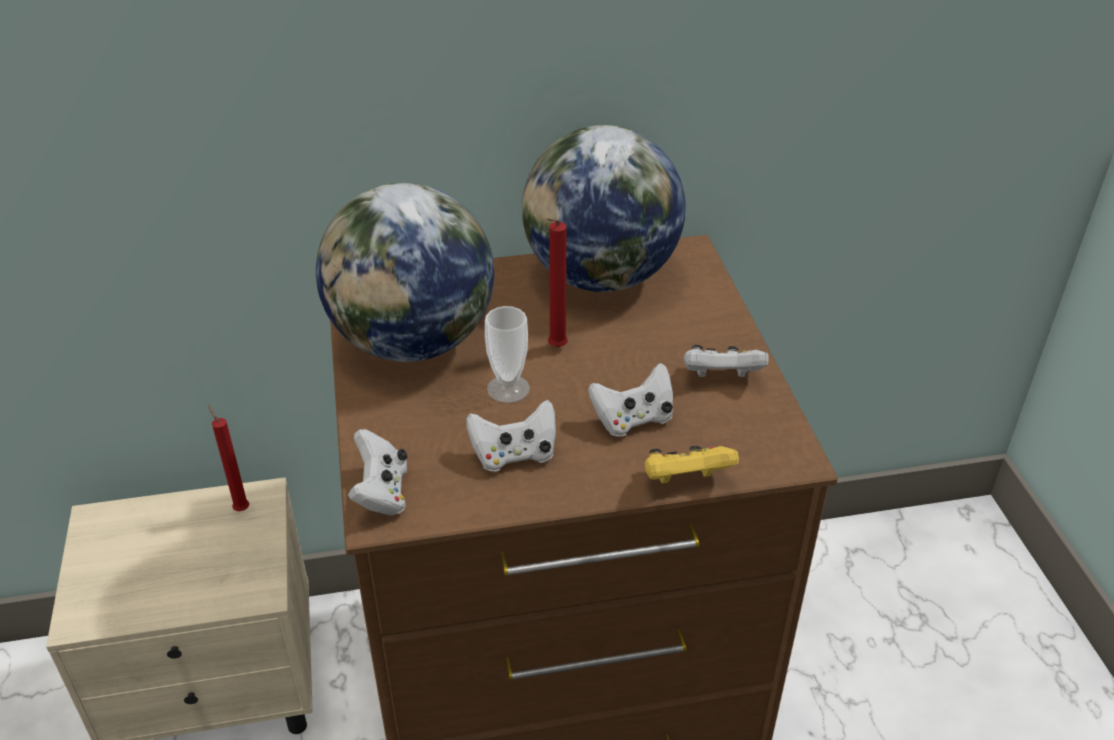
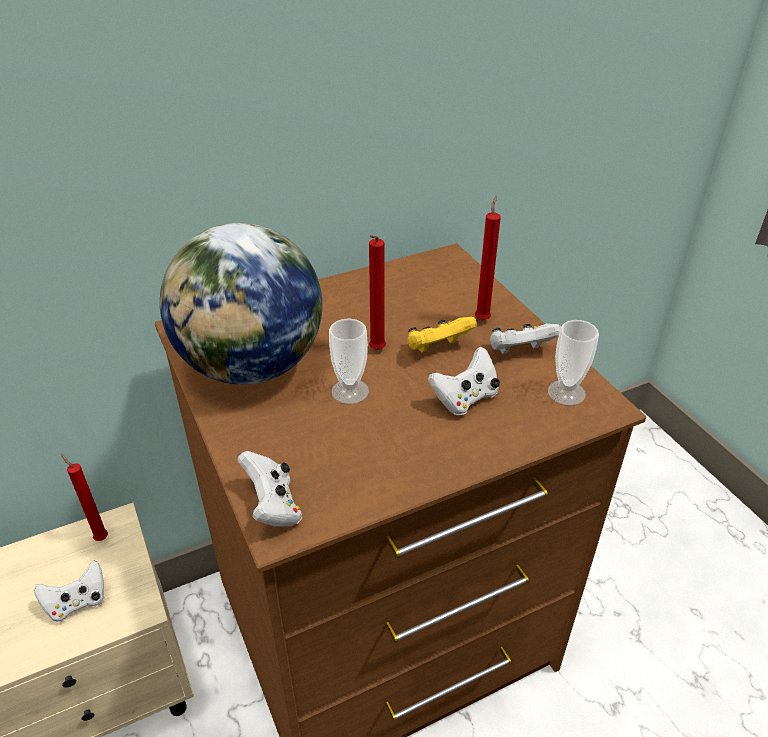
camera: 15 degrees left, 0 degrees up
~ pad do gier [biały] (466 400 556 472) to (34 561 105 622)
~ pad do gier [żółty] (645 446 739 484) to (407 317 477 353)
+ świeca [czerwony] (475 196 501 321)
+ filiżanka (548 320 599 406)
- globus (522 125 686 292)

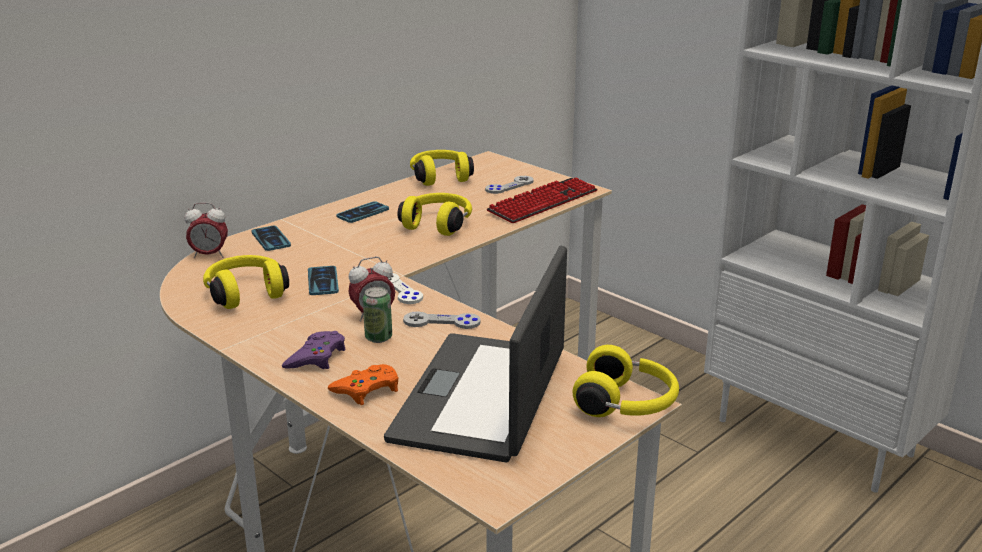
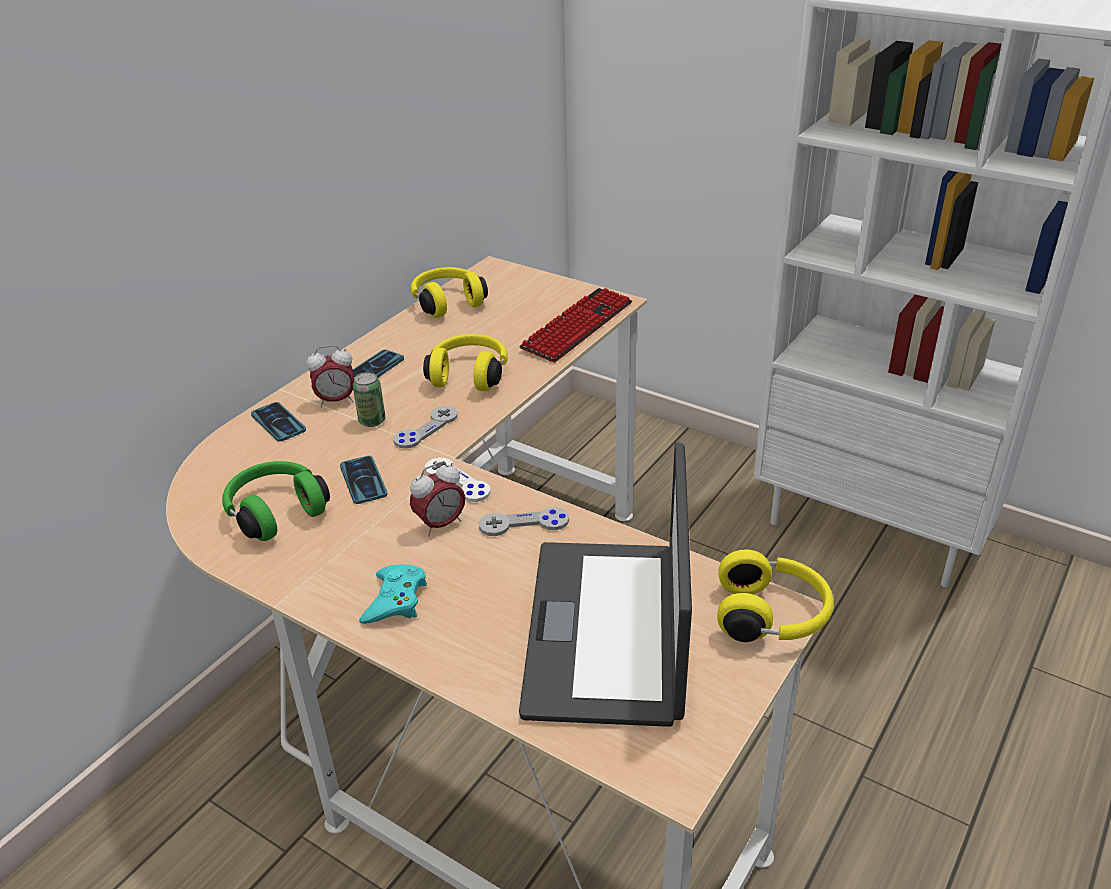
camera: 10 degrees left, 10 degrees up
~ słuchawki [żółty] (203 255 289 309) to słuchawki [zielony] (222 461 330 541)
~ budzik (185 203 228 258) to (306 345 354 407)
~ puszka (363 287 392 343) to (353 372 385 427)
~ pad do gier [fioletowy] (282 331 346 370) to pad do gier [turkusowy] (359 564 427 624)
~ pad do gier [szary] (485 176 534 194) to (393 406 458 449)
- pad do gier [pomarańczowy] (327 364 398 405)

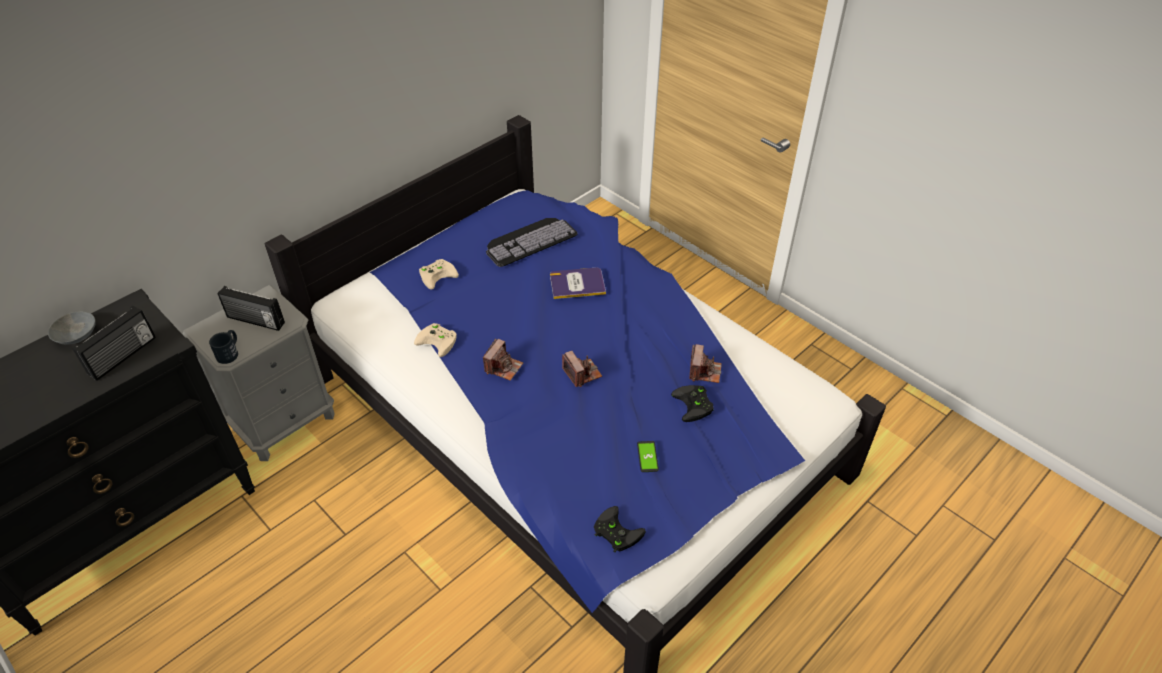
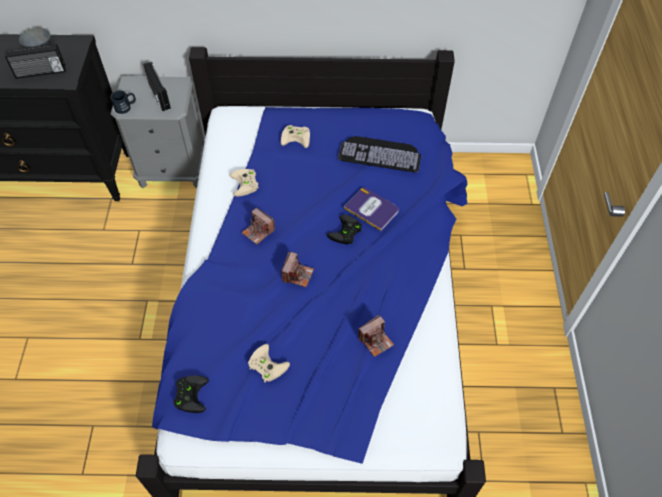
camera: 45 degrees right, 10 degrees up
~ aparat fotograficzny (483 338 523 381) = (242 208 275 245) 60 degrees clockwise
~ telefon (637 441 659 472) to pad do gier [beżowy] (248 344 290 382)
~ pad do gier [czarny] (671 385 714 422) to (327 215 362 245)

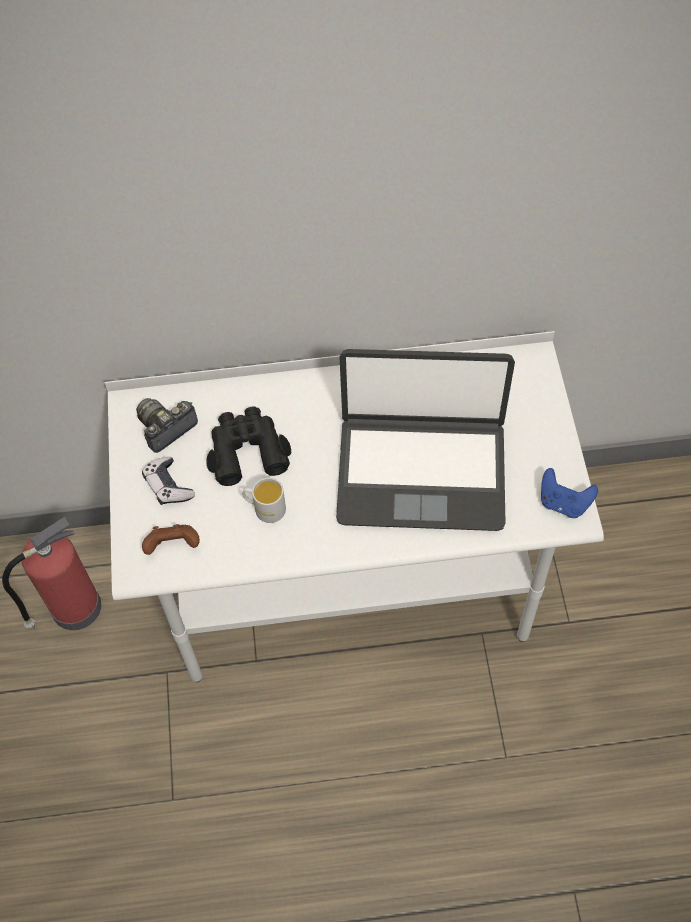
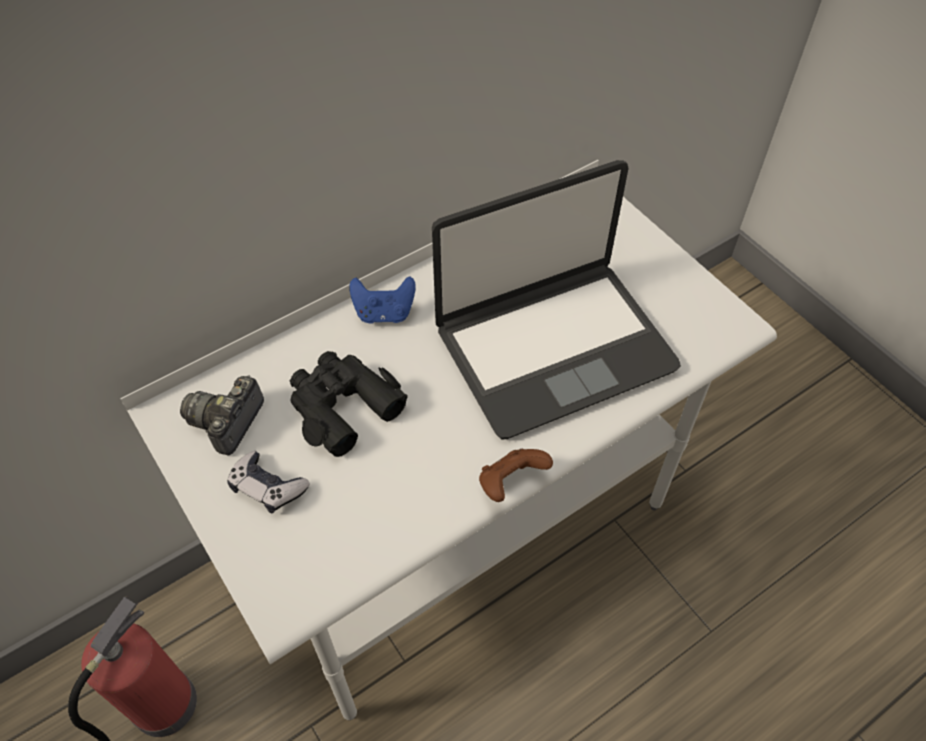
camera: 30 degrees left, 5 degrees down
~ pad do gier [niebieski] (541 468 598 518) to (349 276 416 324)
~ pad do gier [brązowy] (142 524 200 555) to (479 449 553 502)
- kubek [biały] (242 478 286 523)

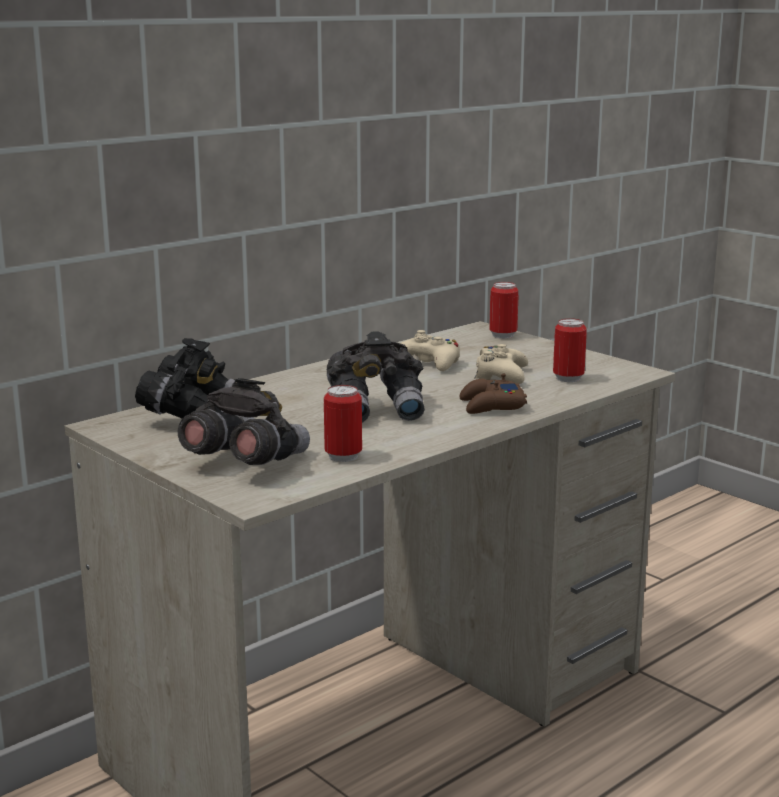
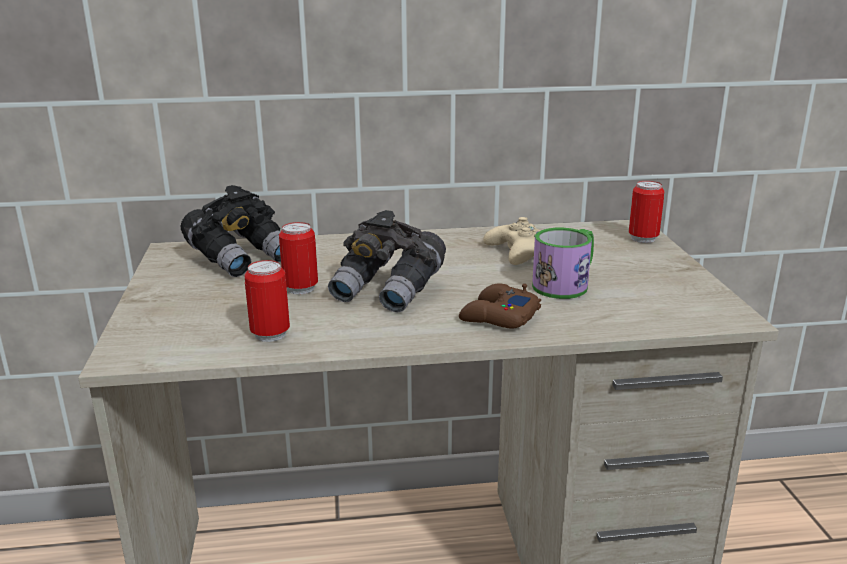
camera: 35 degrees right, 5 degrees up
~ puszka (553 318 587 382) to (279 222 318 294)
~ pad do gier [beżowy] (474 344 528 384) to kubek (532 228 594 299)
- lornetka [szary] (178 378 310 465)

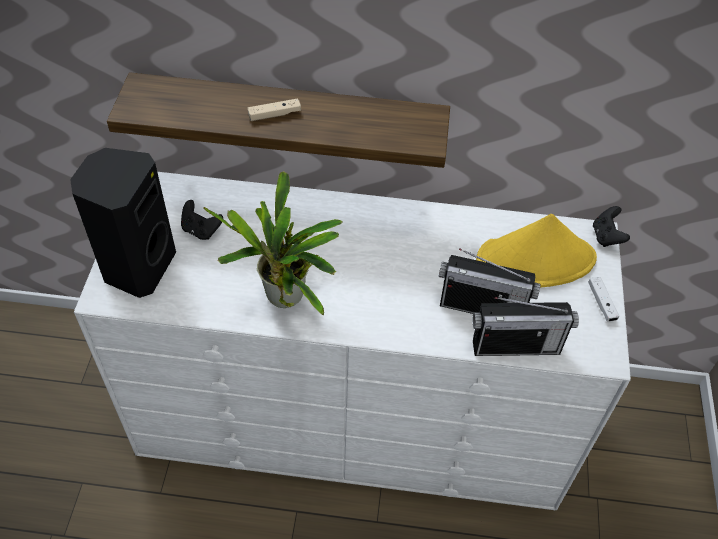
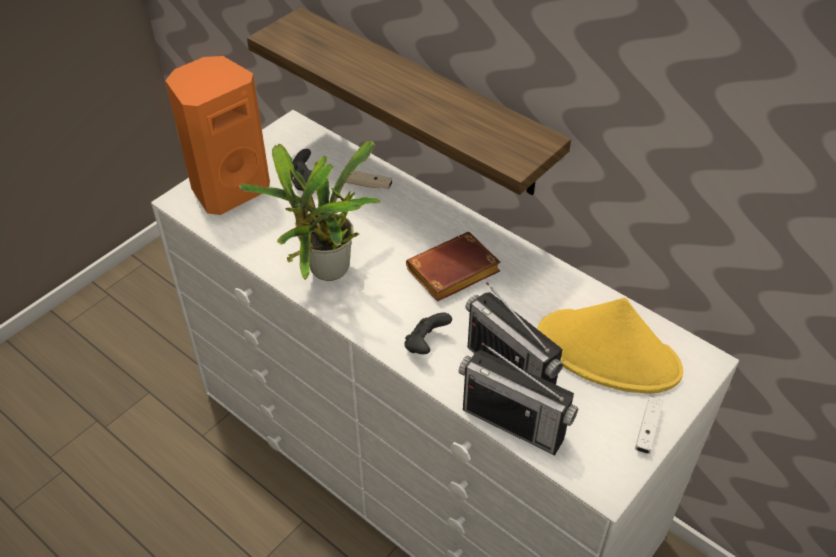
camera: 35 degrees right, 5 degrees down
~ głośnik [czarny] (70 148 176 298) to głośnik [pomarańczowy] (165 56 270 215)
~ pad do gier [beżowy] (247 98 301 121) to (345 170 392 189)
~ pad do gier [czarny] (593 206 630 247) to (404 313 452 354)
+ książka [brązowy] (406 232 501 302)

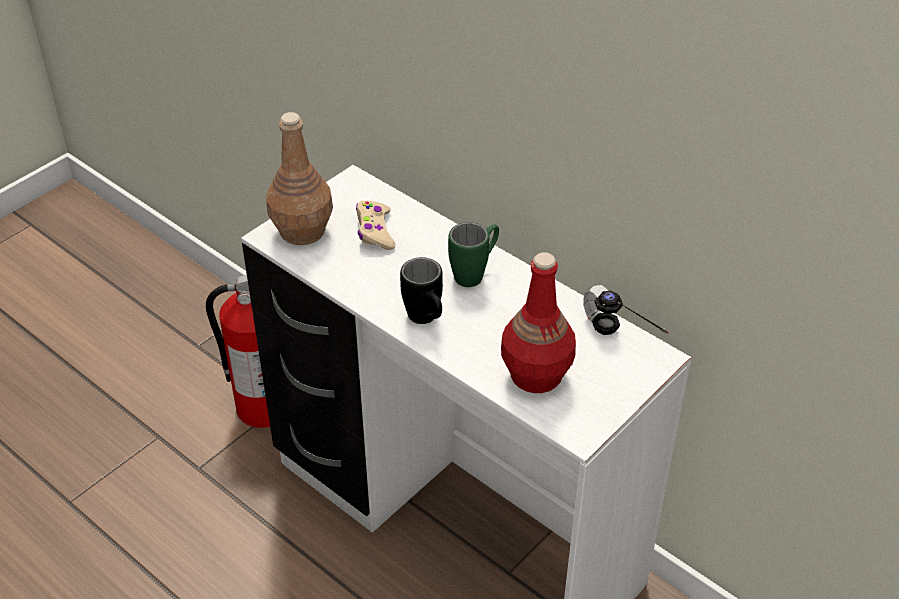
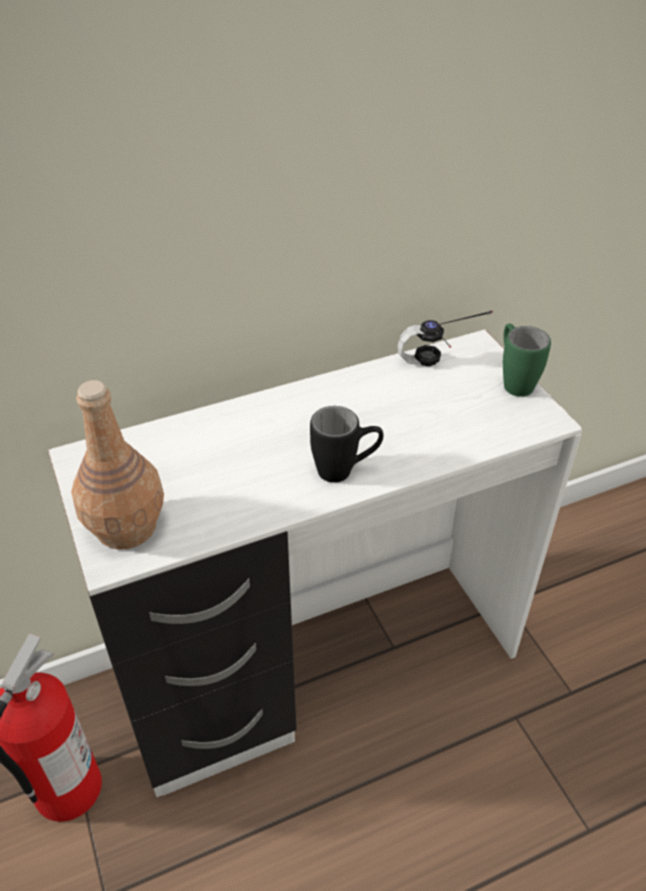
camera: 65 degrees left, 0 degrees up
~ kubek [zielony] (448 222 499 287) to (503 324 551 397)
- pad do gier [beżowy] (356 201 396 250)
- butelka [czerwony] (501 252 576 393)

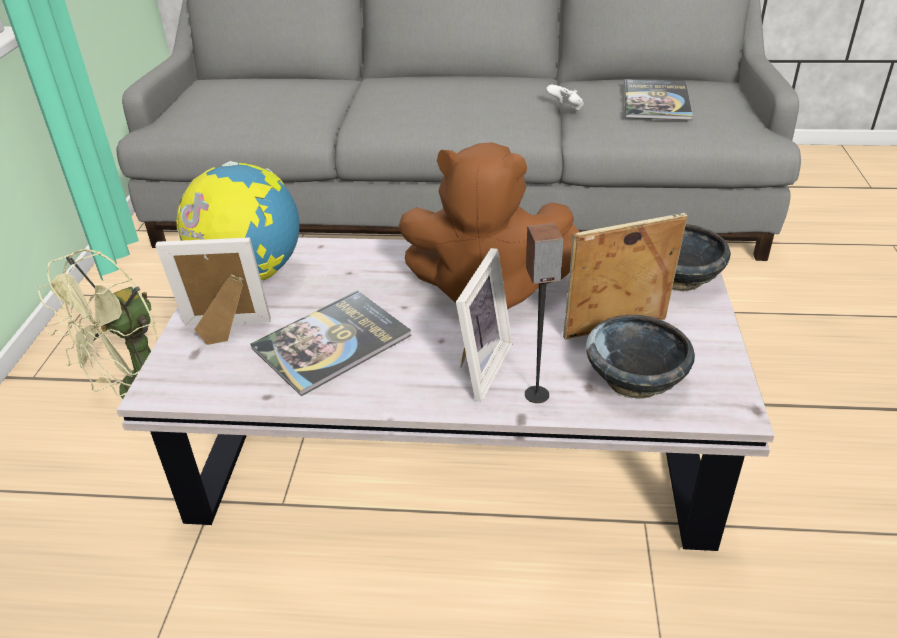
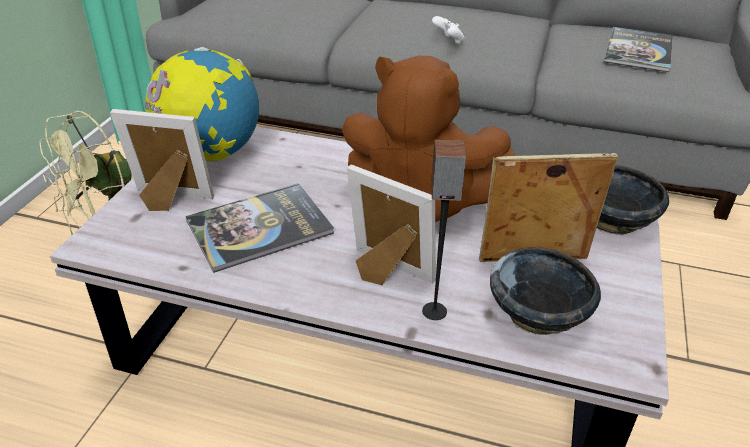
camera: 10 degrees right, 0 degrees up
~ ramka na zdjęcie (456 248 513 401) = (347 165 436 285) 90 degrees counterclockwise
~ pad do gier [biały] (546 85 584 111) to (432 16 464 44)

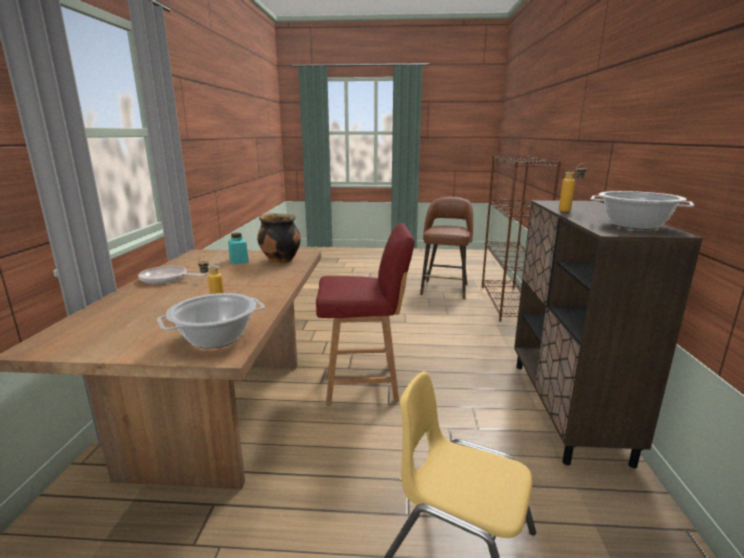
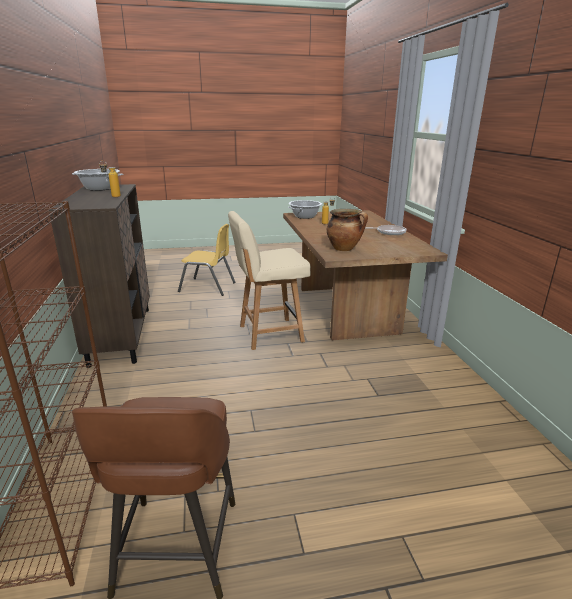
camera: 165 degrees right, 5 degrees up
~ krzesło [czerwony] (316 223 415 404) to krzesło [beżowy] (228 211 311 350)
- słoik [turkusowy] (228 233 249 264)

